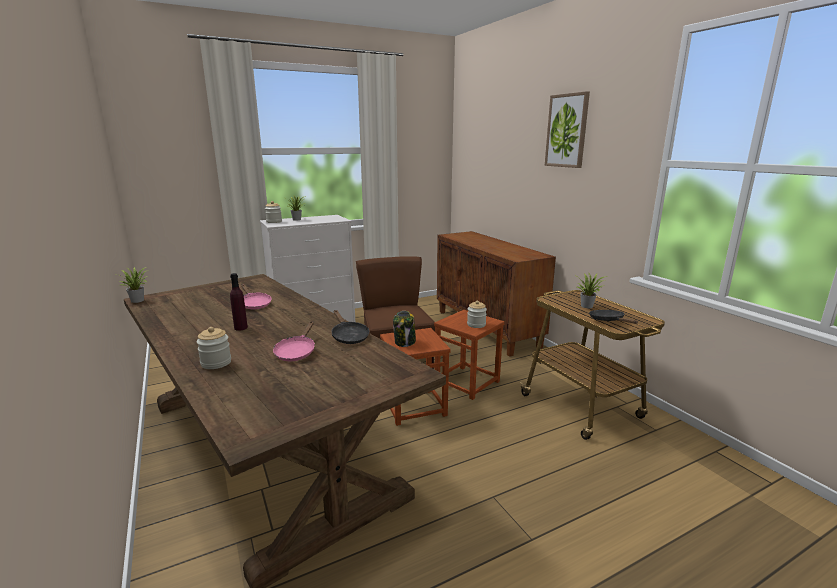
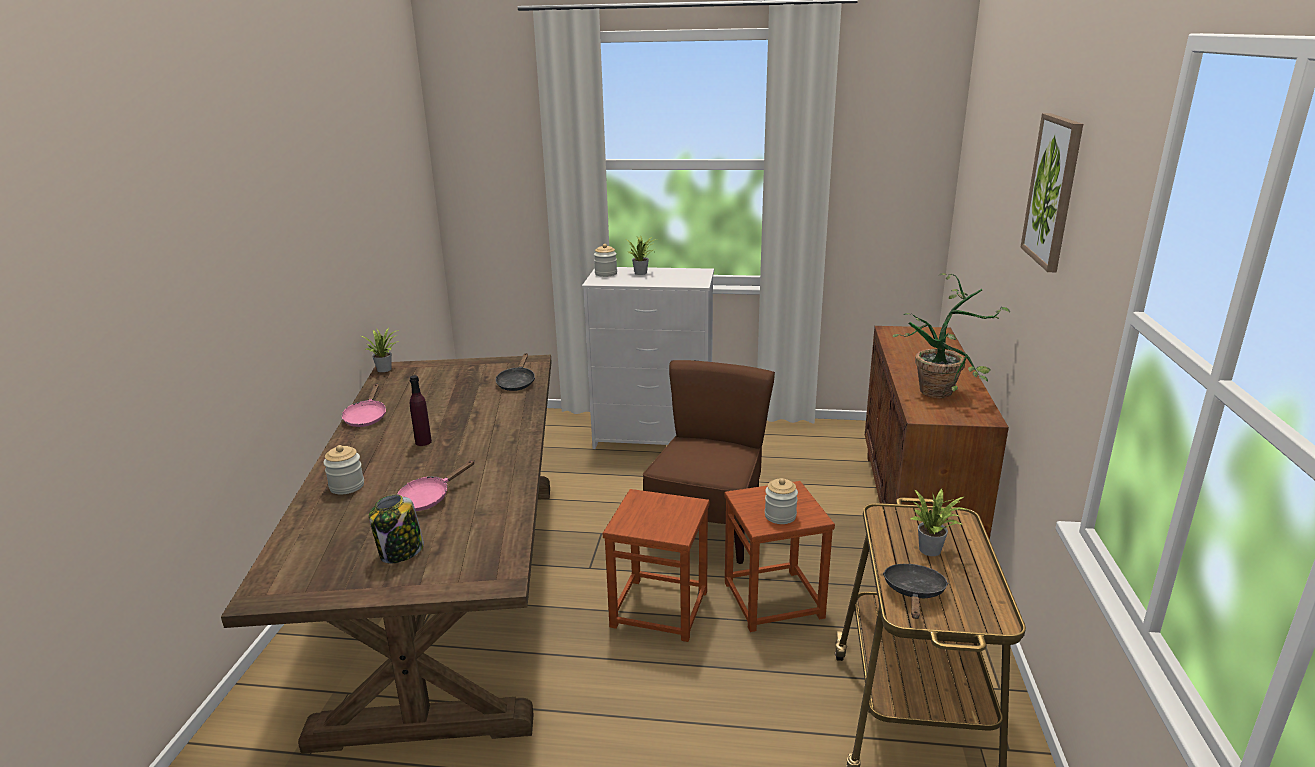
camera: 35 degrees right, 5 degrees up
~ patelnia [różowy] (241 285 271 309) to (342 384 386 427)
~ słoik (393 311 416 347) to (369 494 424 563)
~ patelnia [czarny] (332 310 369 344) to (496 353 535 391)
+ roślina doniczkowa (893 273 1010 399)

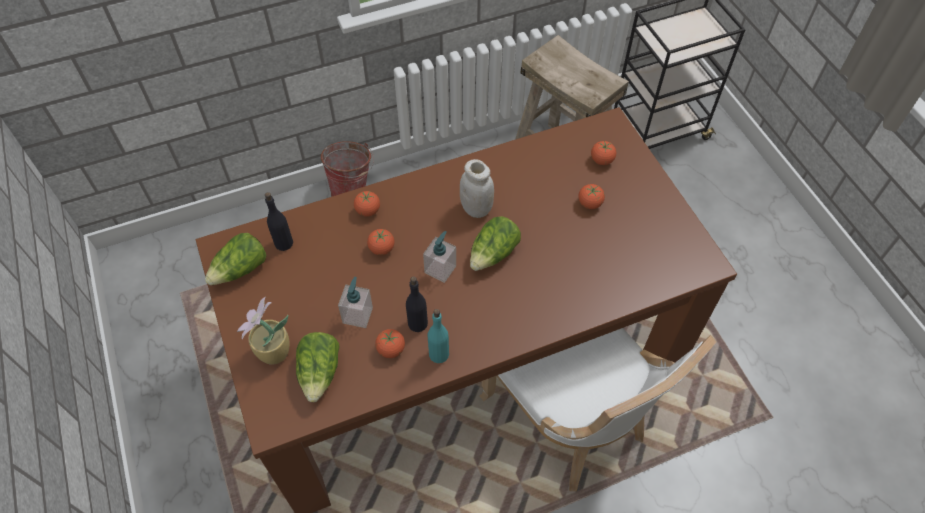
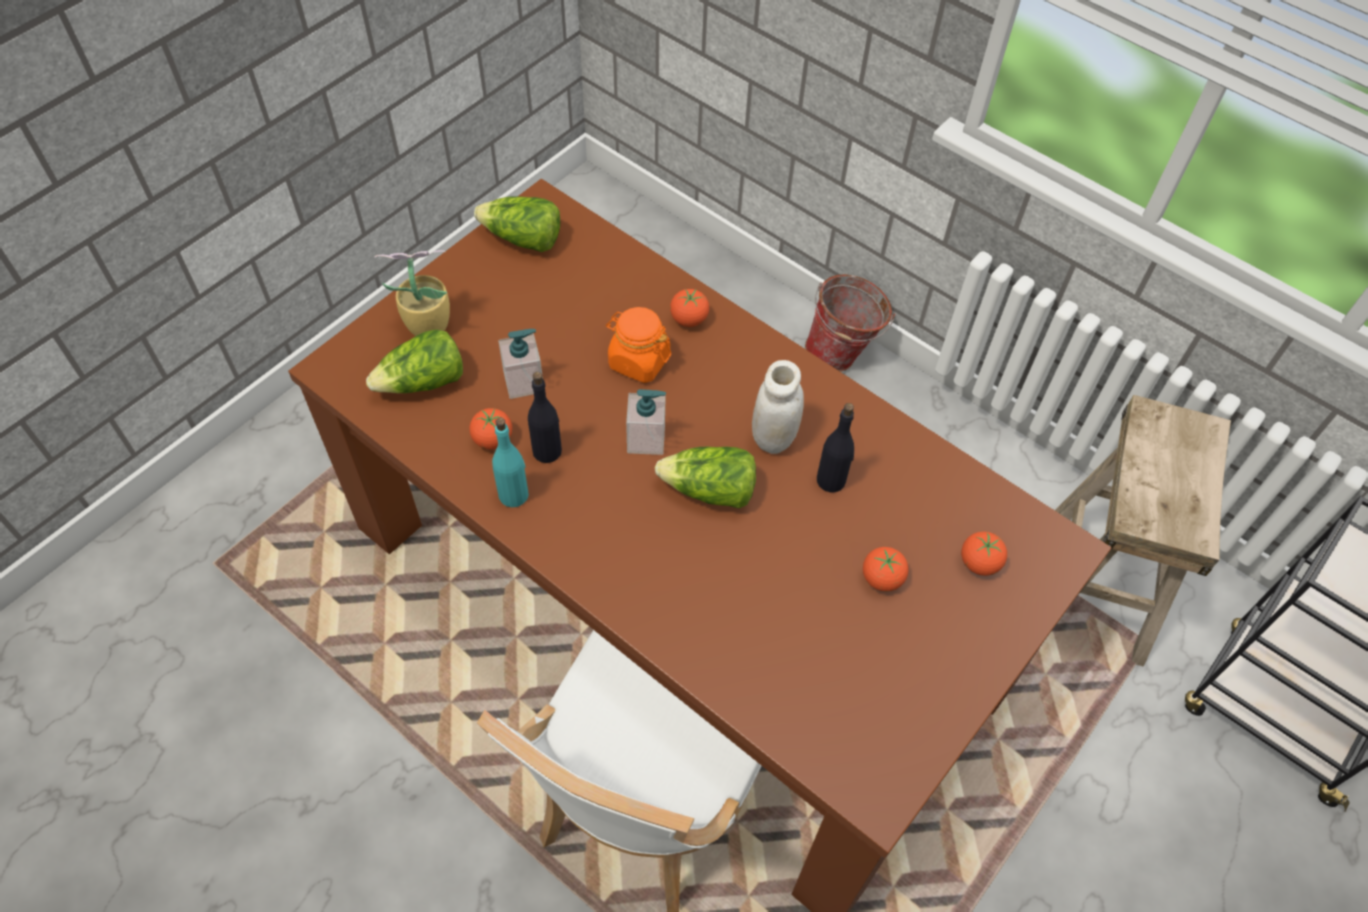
camera: 60 degrees right, 0 degrees up
~ pomidor (367 229 395 255) to słoik [pomarańczowy] (606 307 671 383)
~ butelka [czarny] (265 192 293 251) to (817 403 854 492)

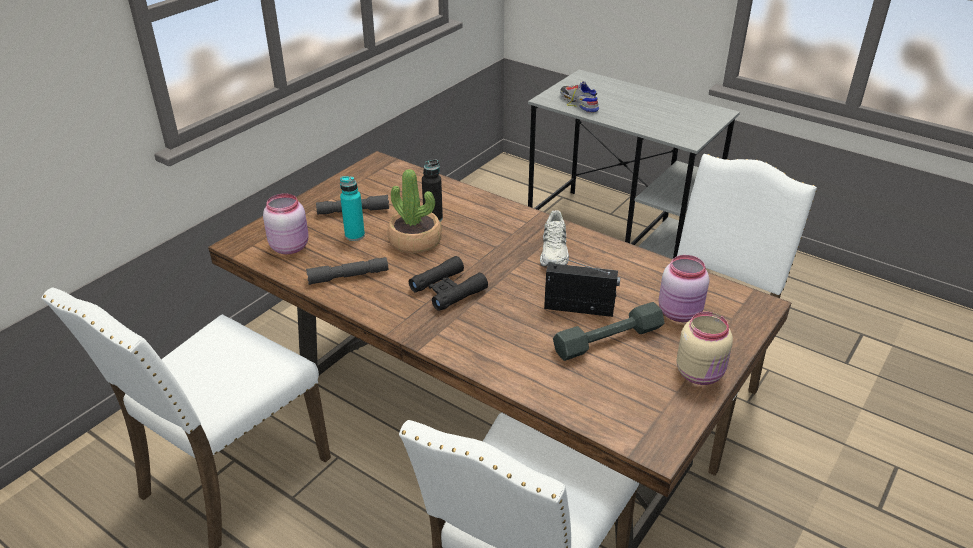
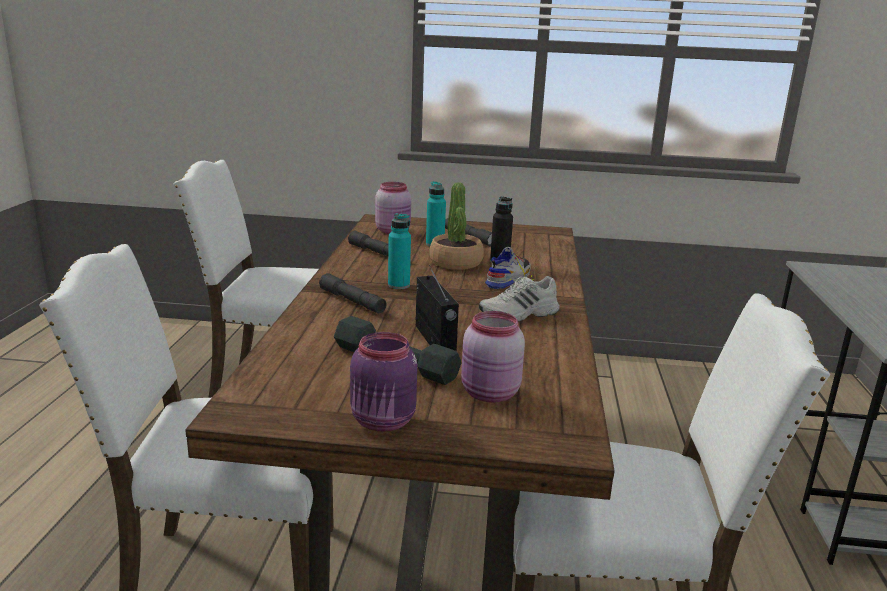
camera: 60 degrees right, 15 degrees down
+ latarka [szary] (319 273 386 313)
~ słoik [beżowy] (676 312 733 385) to słoik [fioletowy] (350 332 417 431)
~ lornetka [czarny] (409 256 488 311) to butelka [turkusowy] (388 213 411 289)
~ but (560 81 599 113) to (485 247 534 289)

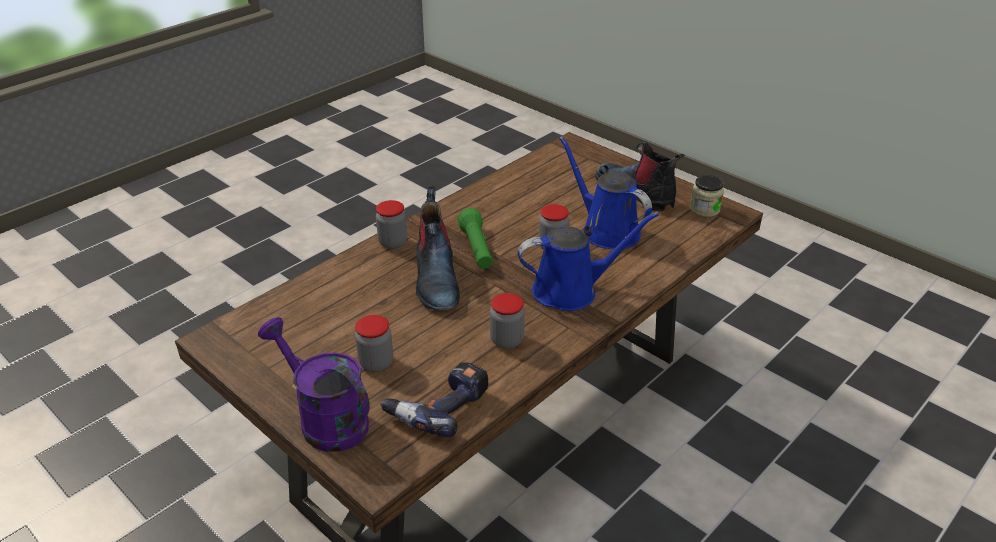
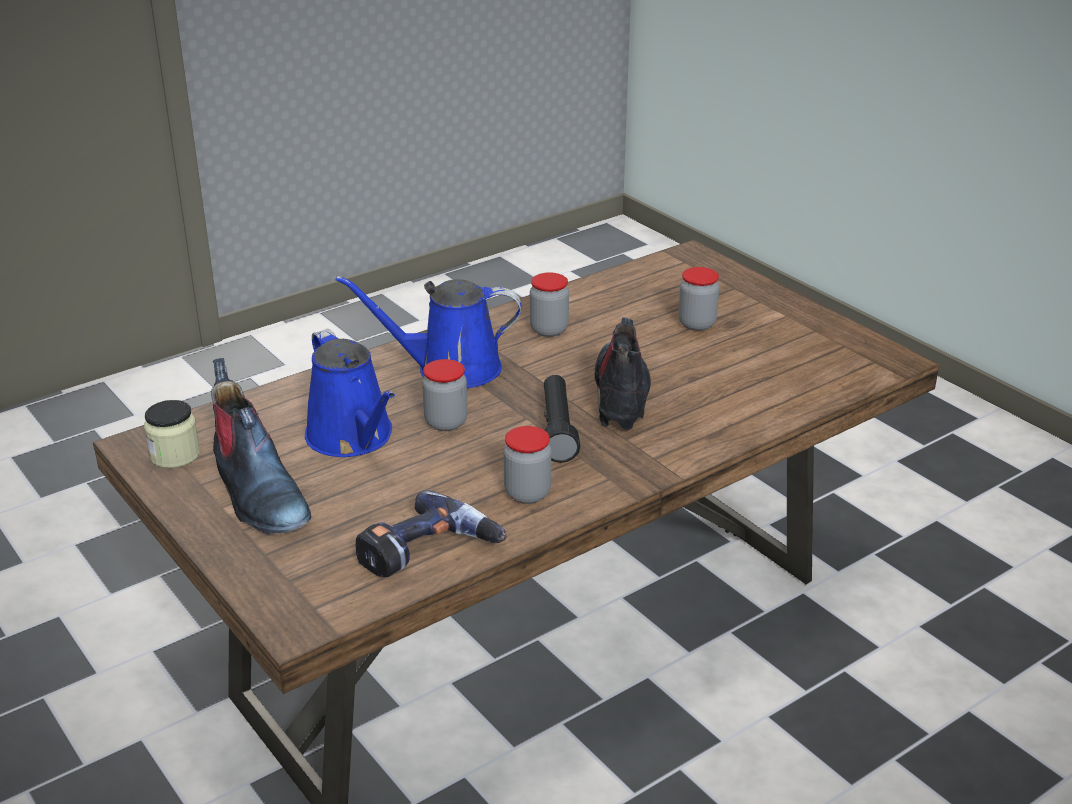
camera: 170 degrees left, 5 degrees down
~ wiertarka (381 362 488 438) to (356 490 506 577)
~ słoik (376 200 407 249) to (503 426 551 504)
~ latarka [zielony] (457 208 493 269) to latarka [czarny] (544 375 580 463)
- konewka [fioletowy] (258 317 370 452)

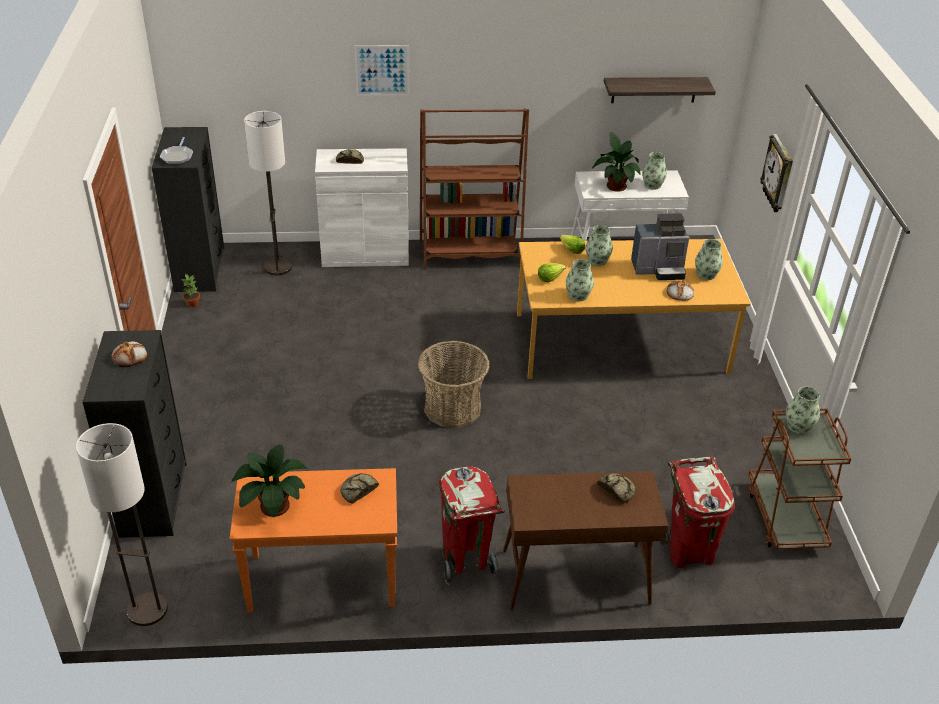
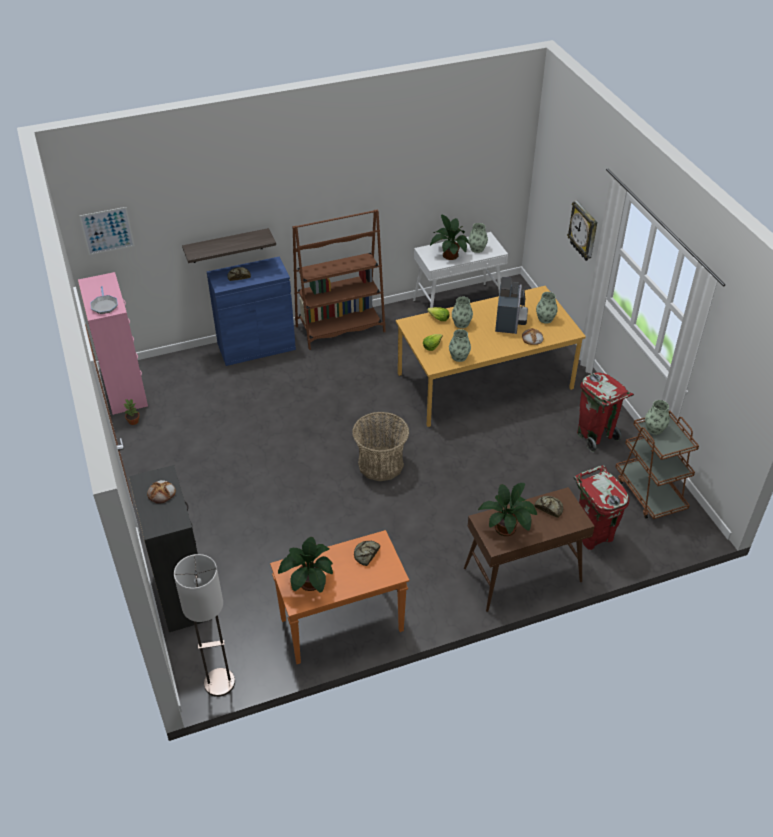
camera: 15 degrees left, 5 degrees up
~ komoda [czarny] (152 127 224 292) to komoda [różowy] (78 272 148 415)
~ obraz (355 45 409 96) to (79 207 135 255)
~ półka (604 77 716 103) to (182 228 276 263)
~ szafka [biały] (315 148 409 267) to szafka [niebieski] (207 256 296 366)
+ roślina doniczkowa (478 483 537 536)
~ ekspres do kawy (631 213 690 280) = (495 277 528 334) 60 degrees counterclockwise
~ kosz na śmieci [czerwony] (439 466 505 585) to (577 372 634 453)
- lampa stojąca (244 111 292 275)

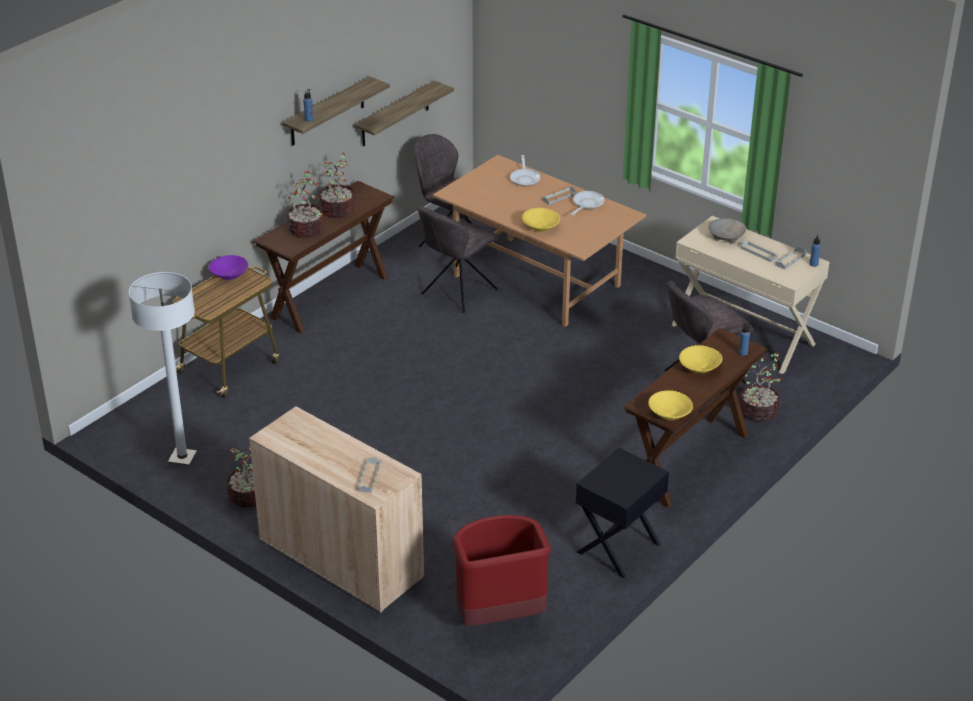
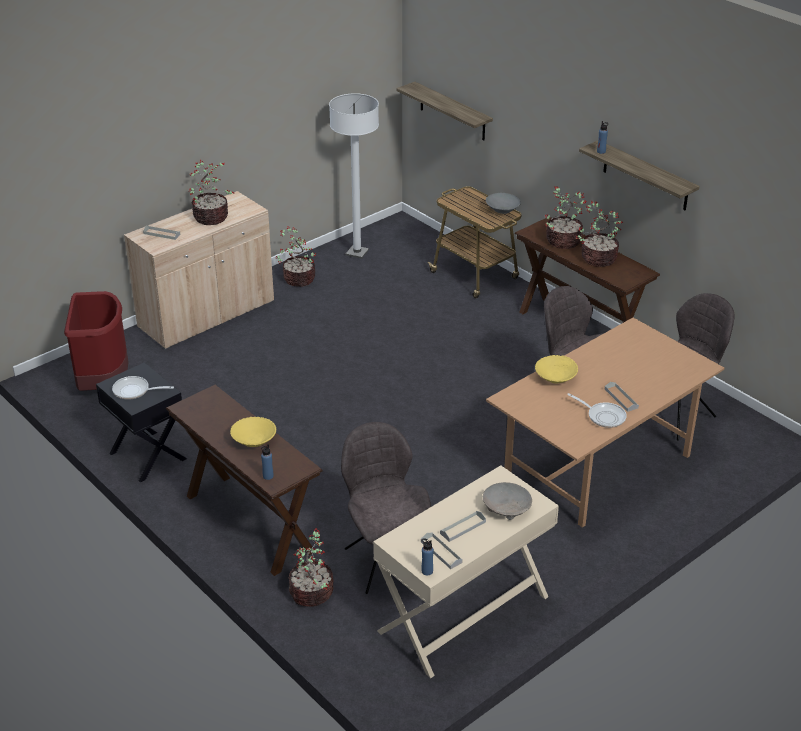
camera: 100 degrees right, 0 degrees up
~ patelnia (510 155 541 186) to (112 376 174 400)
+ roślina doniczkowa (189 160 235 225)
~ półka (354 81 454 147) to (397 82 493 140)
~ miska [fioletowy] (209 255 248 280) to miska [szary] (486 193 521 214)
- miska [żółty] (648 390 693 420)

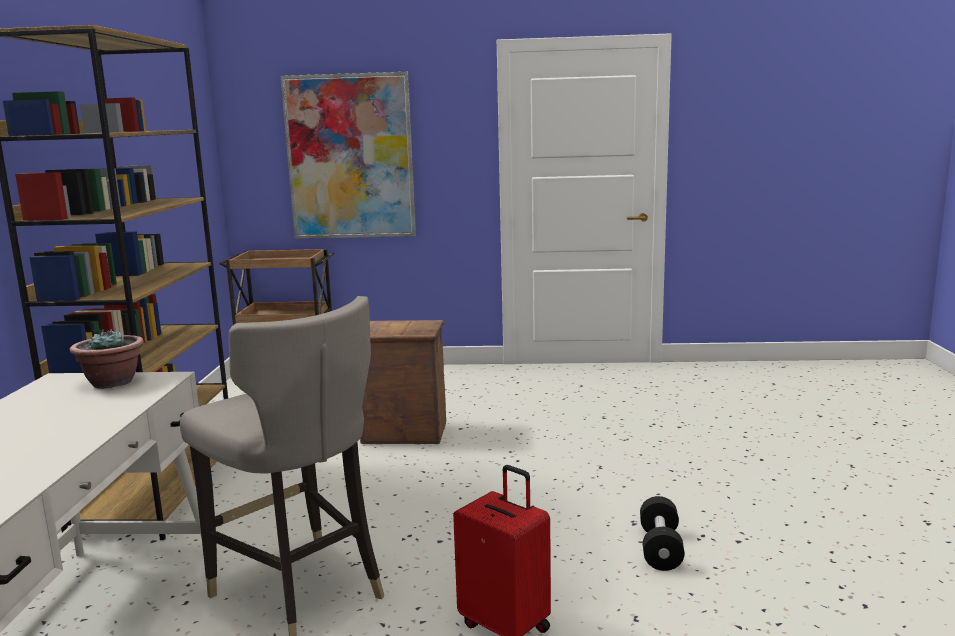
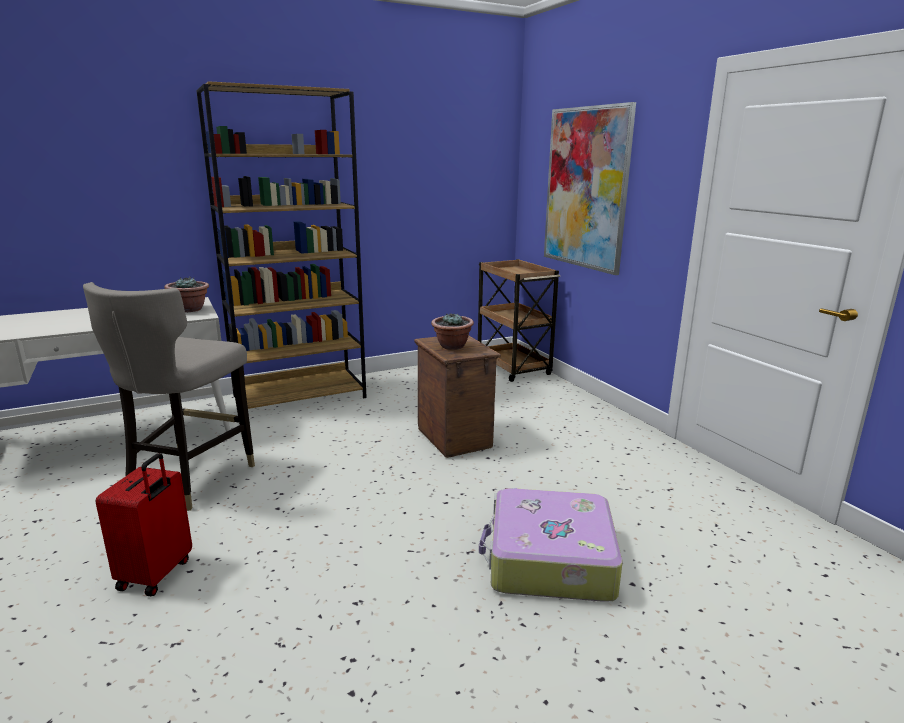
camera: 60 degrees right, 5 degrees up
+ roślina doniczkowa (431 313 474 350)
+ walizka (479 488 623 602)
- hantel [czarny] (640 496 685 571)

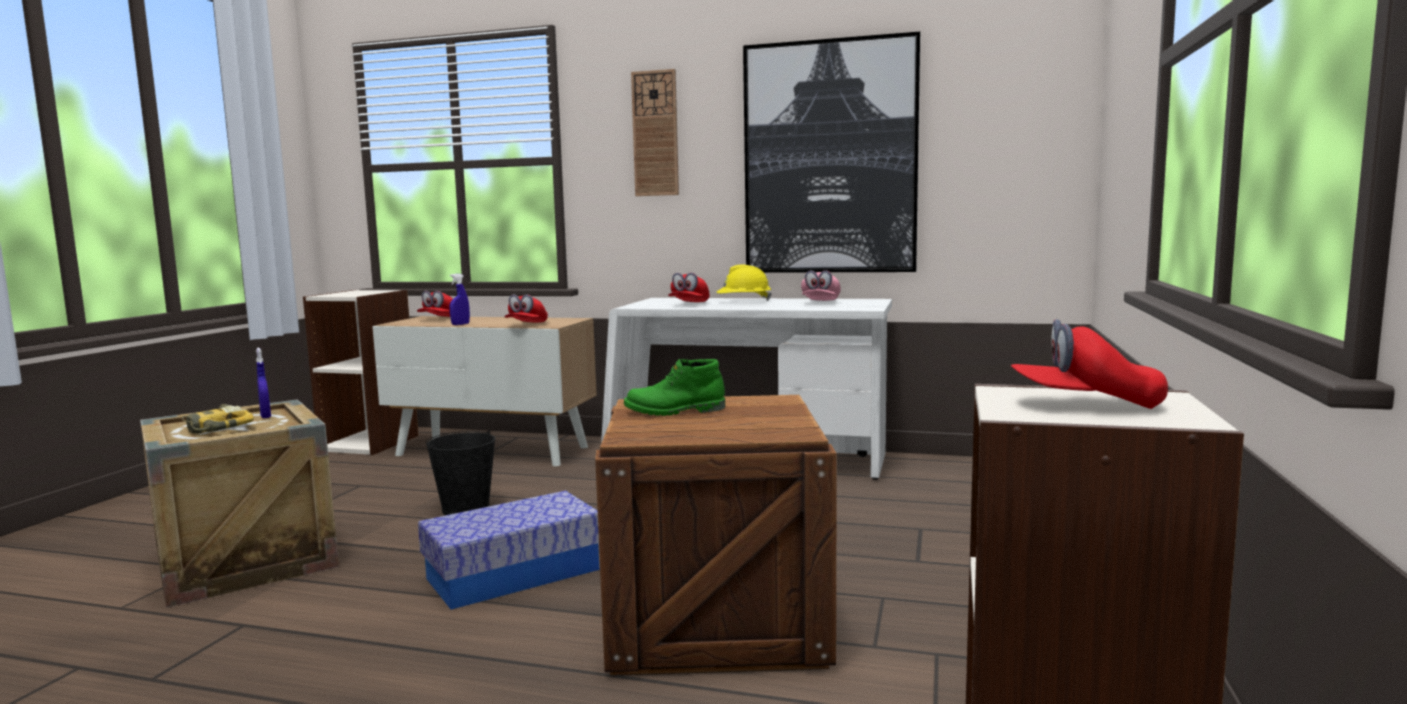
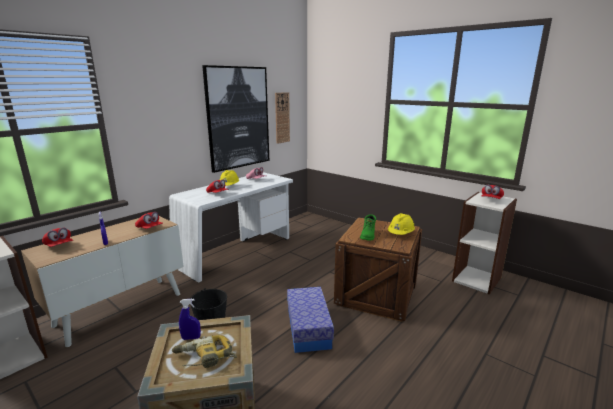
camera: 65 degrees left, 10 degrees up
~ zegar ścienny (631 69 679 196) to (275 92 290 144)
+ kask [żółty] (387 213 415 235)

